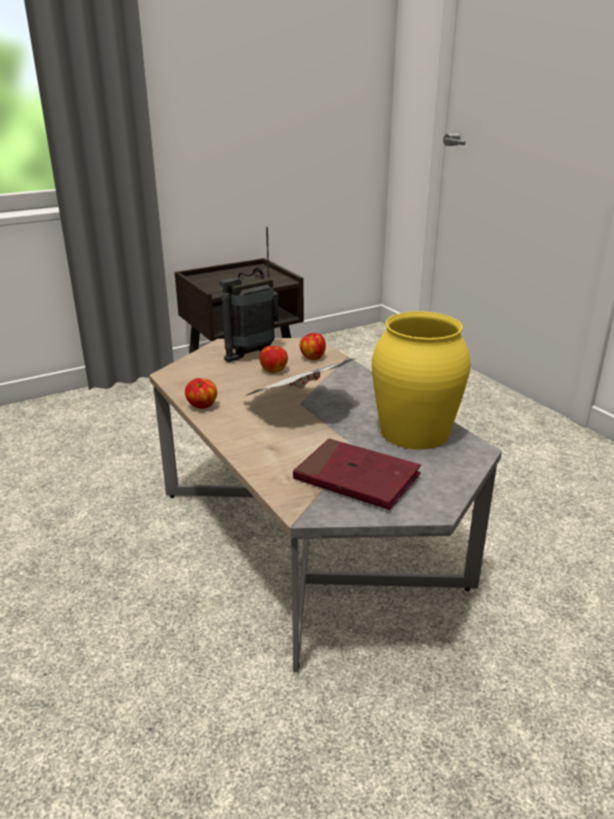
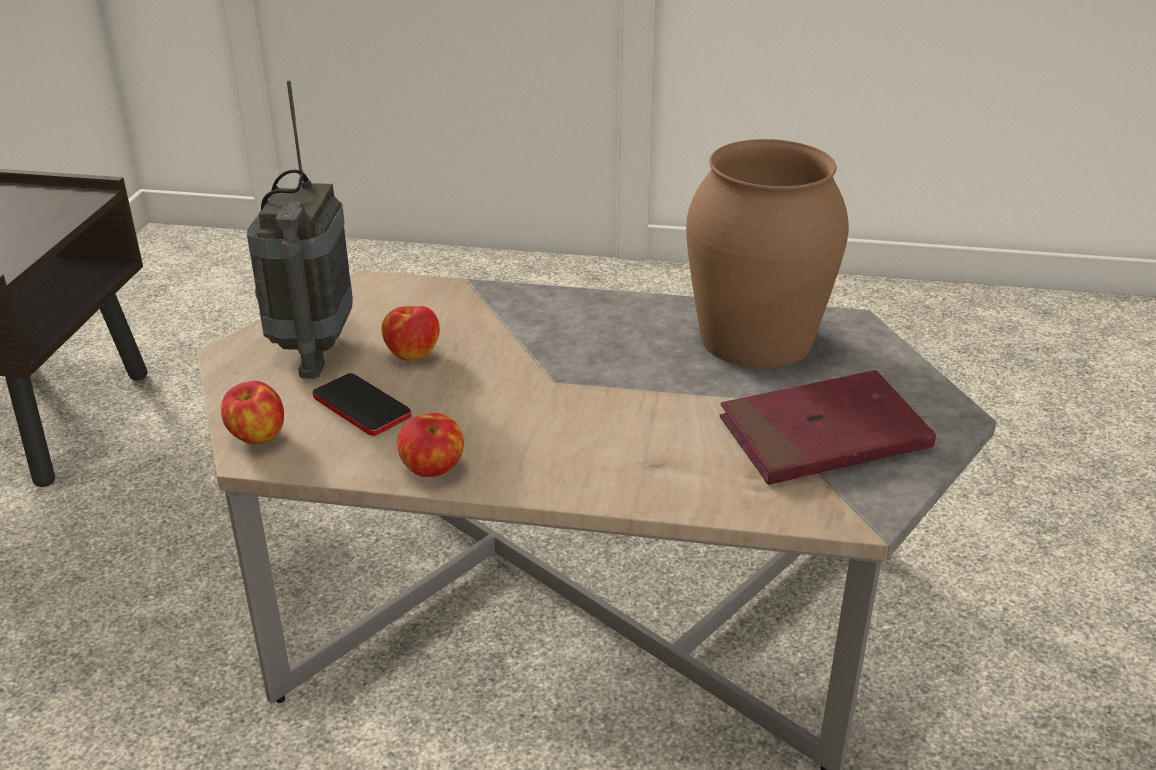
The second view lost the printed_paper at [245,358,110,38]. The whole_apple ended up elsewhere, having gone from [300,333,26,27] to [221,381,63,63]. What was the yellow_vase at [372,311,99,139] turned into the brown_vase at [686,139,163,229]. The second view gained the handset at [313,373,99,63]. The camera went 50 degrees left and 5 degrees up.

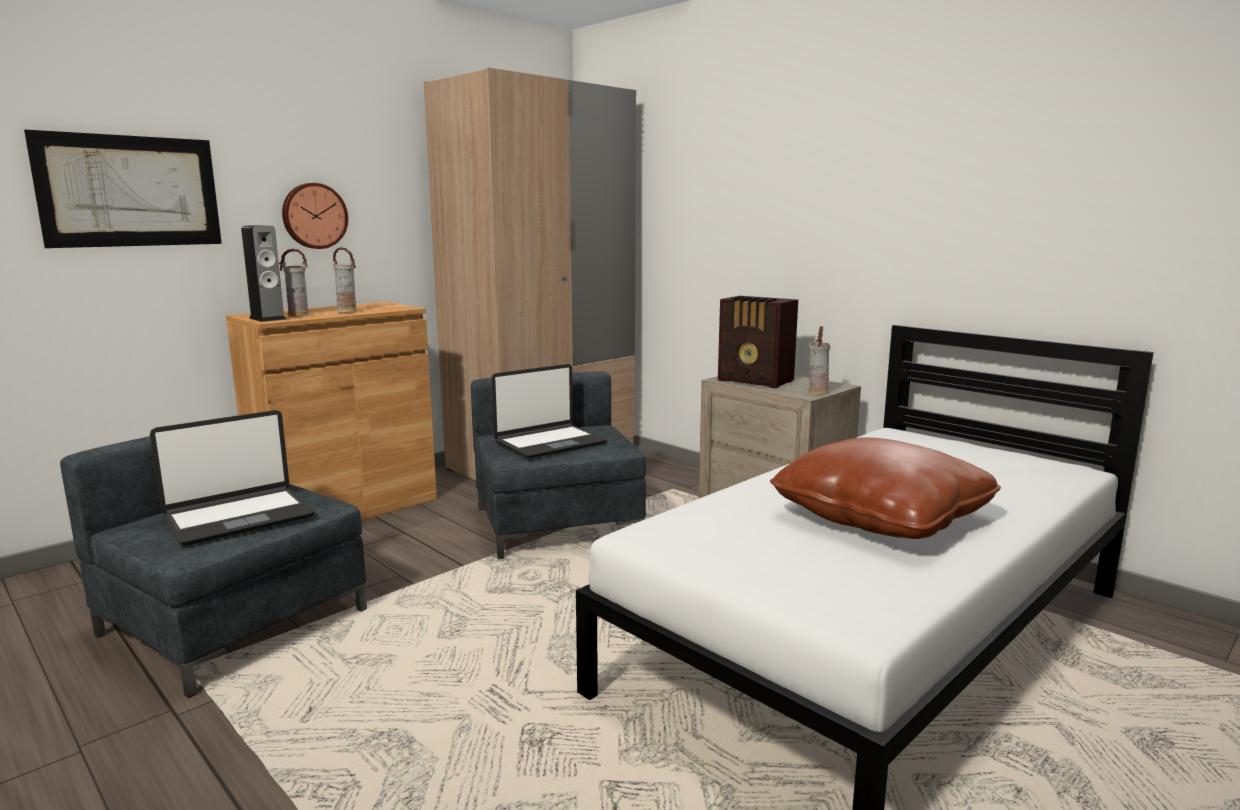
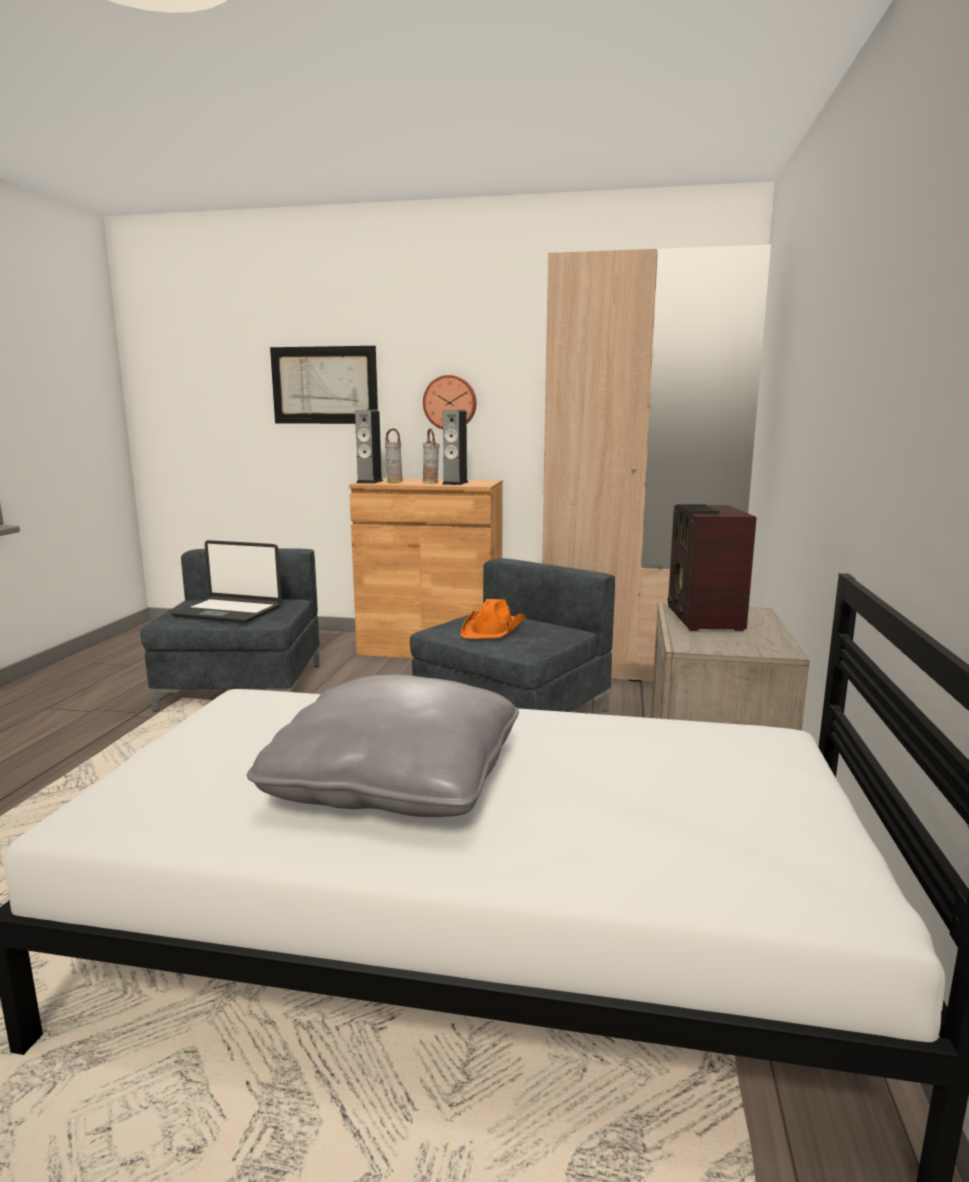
Where the portable_computer stood at [492,364,115,95], the orange_hat came to stand at [460,599,66,40]. What was the brown_throw_pillow at [770,437,231,102] turned into the gray_throw_pillow at [247,675,272,142]. The second view lost the vase at [809,326,21,68]. The second view gained the audio_speaker at [442,410,26,75]. The camera went 55 degrees right and 0 degrees up.

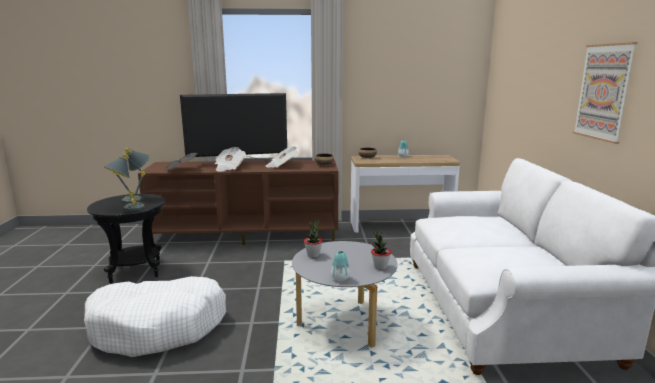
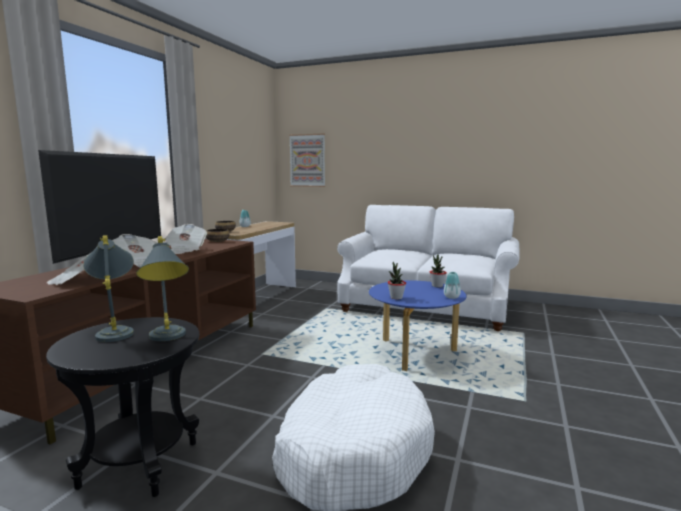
What was the gray_coffee_table at [292,241,106,107] turned into the blue-coloured_coffee_table at [369,280,98,91]. The wall_art ended up elsewhere, having gone from [573,42,65,102] to [289,134,36,53]. The camera went 65 degrees left and 5 degrees down.

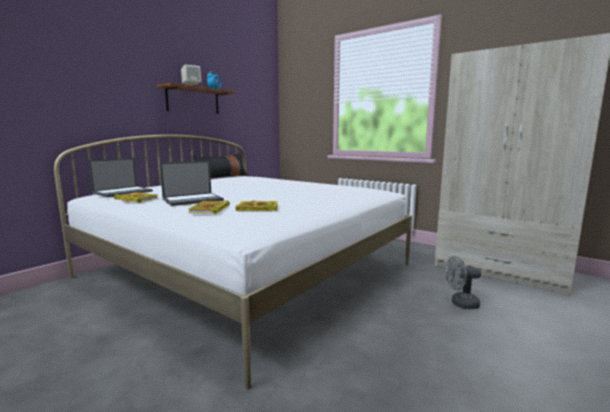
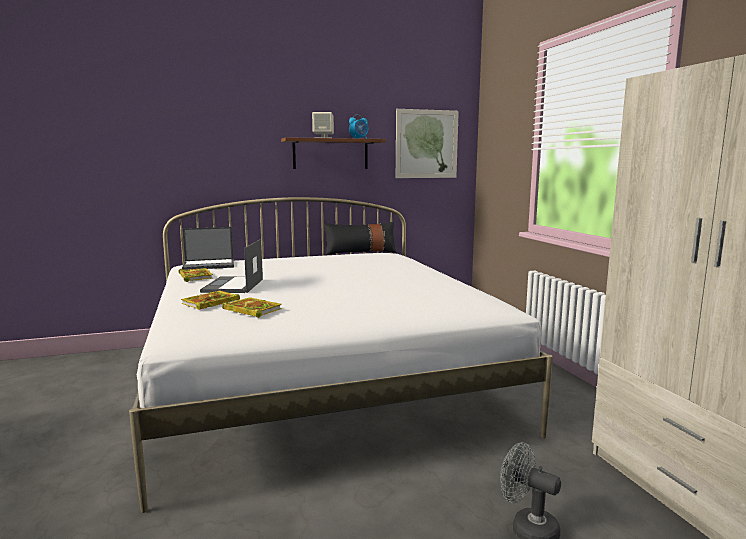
The portable_computer at [160,161,64,45] ended up facing another way, 90 degrees clockwise from before. The second view gained the wall_art at [396,109,63,69]. The camera went 35 degrees right and 0 degrees up.

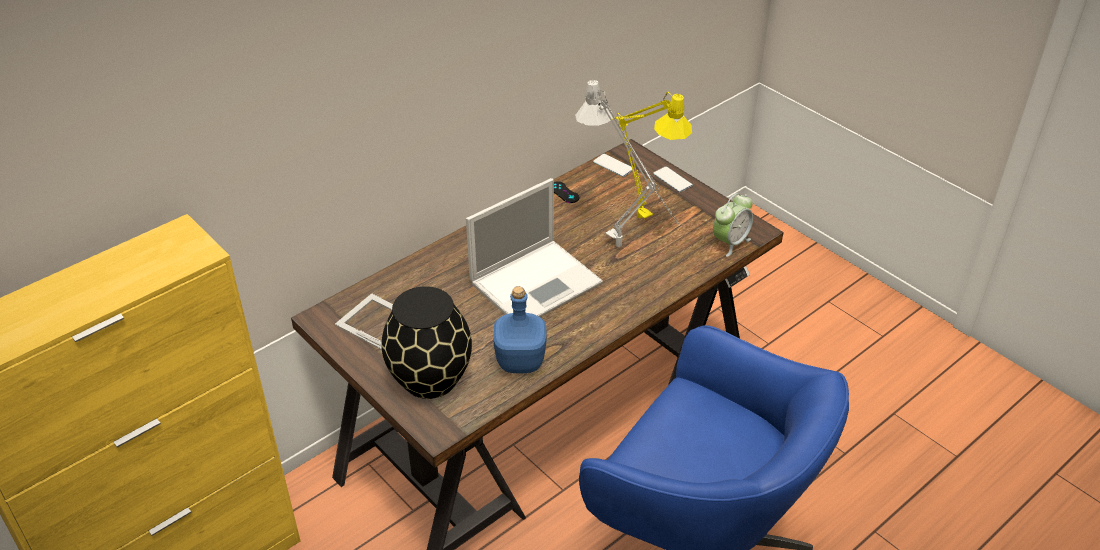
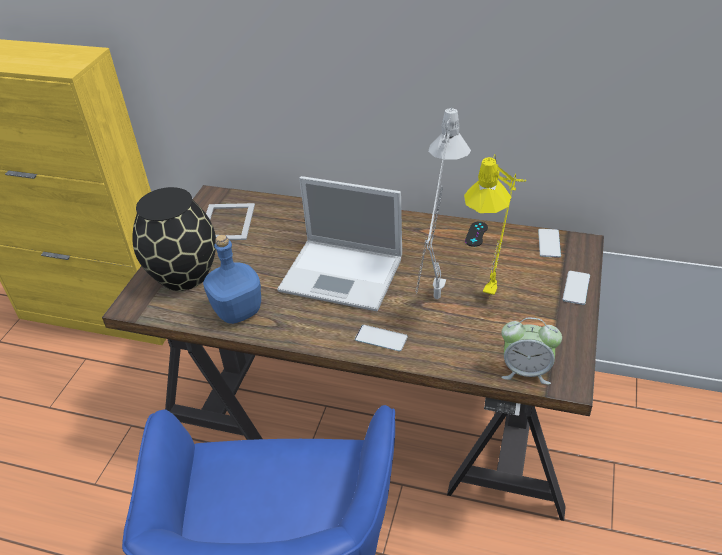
The second view gained the handset at [355,325,53,26]. The camera went 60 degrees right and 0 degrees up.

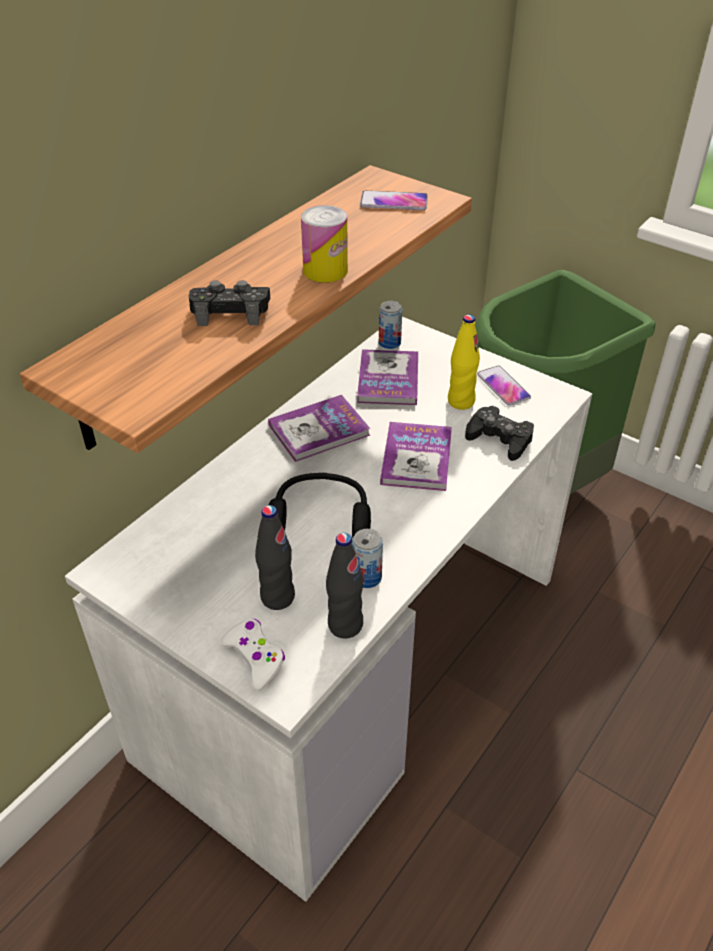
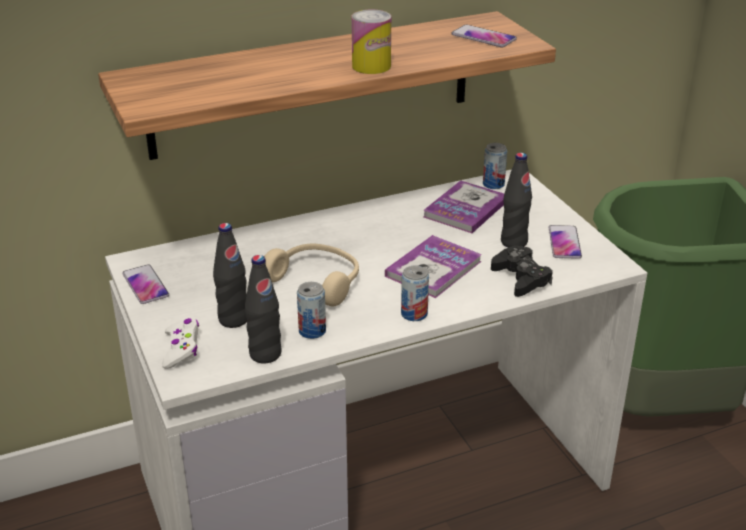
The second view lost the blackish_joypad at [189,280,81,46]. The second view lost the bound_book at [268,395,103,67]. What was the blackish_headset at [268,473,103,65] turned into the beige_headset at [264,244,95,62]. What was the yellow_drink_bottle at [448,314,32,96] turned into the blackish_drink_bottle at [501,153,31,95]. The second view gained the handset at [122,264,47,40]. The second view gained the sealed_can at [401,265,28,56]. The camera went 30 degrees right and 10 degrees down.

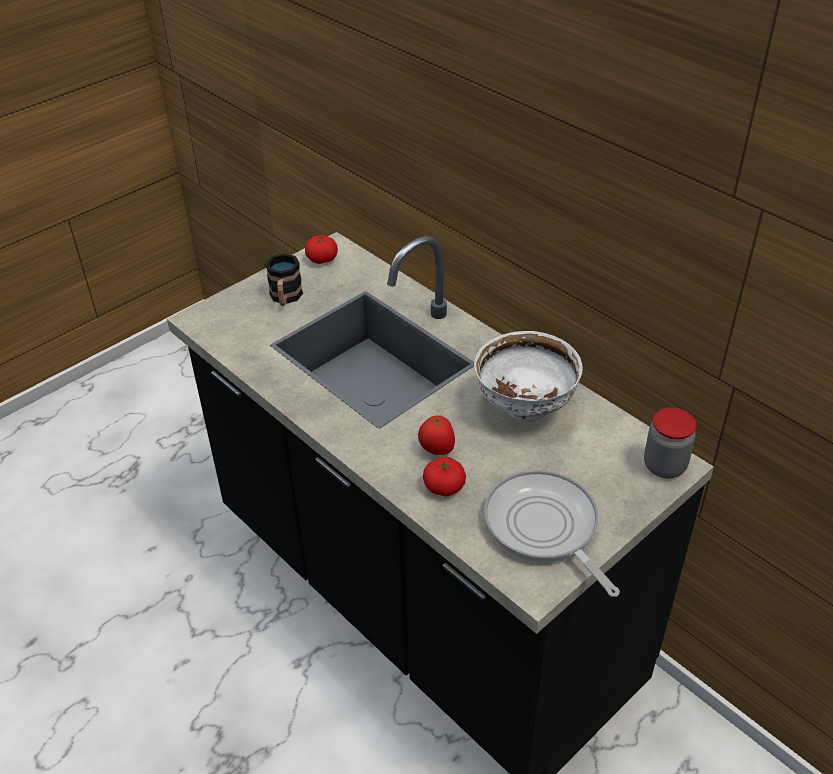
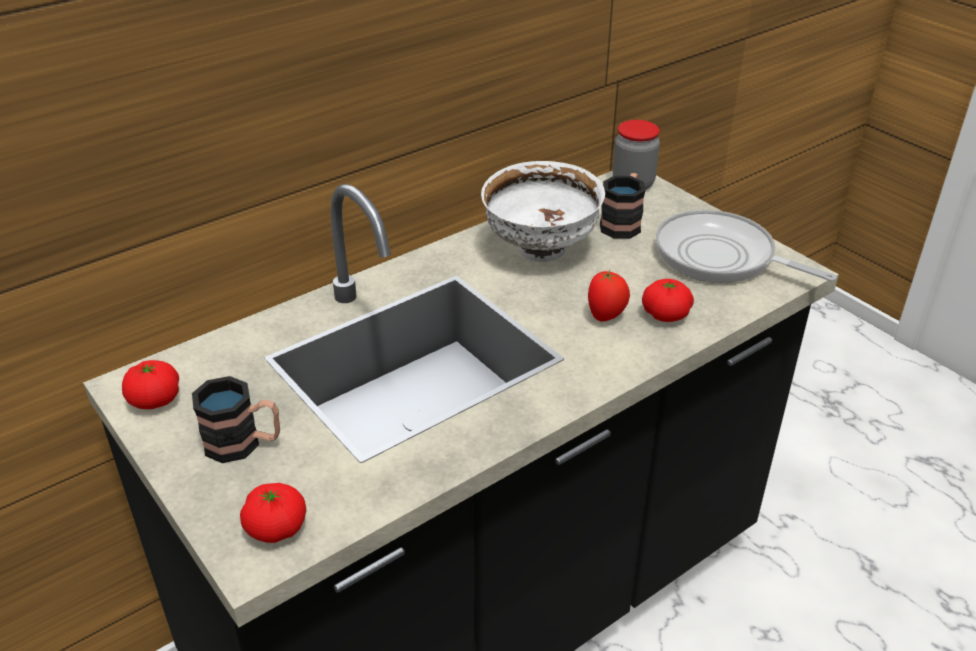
The pan at [484,470,136,127] ended up facing another way, 60 degrees clockwise from before. The second view gained the tomato at [240,483,66,60]. The second view gained the mug at [600,173,46,66]. The camera went 85 degrees left and 5 degrees down.

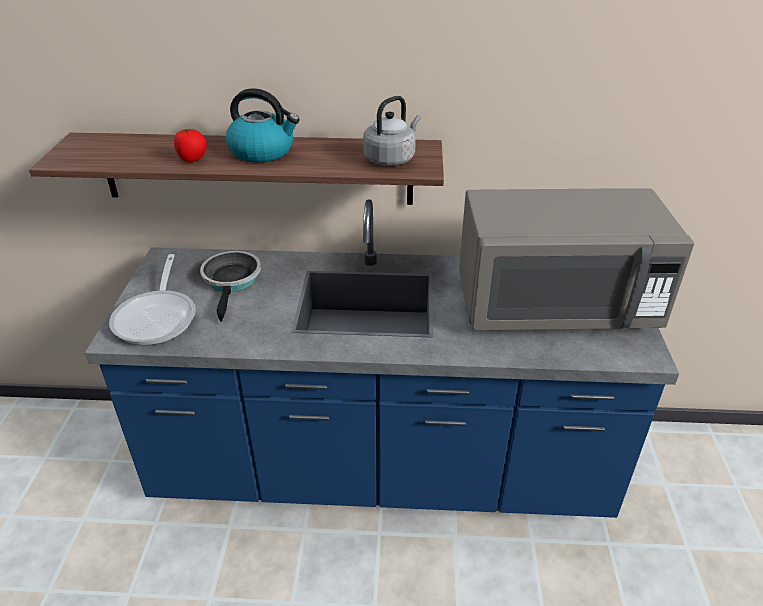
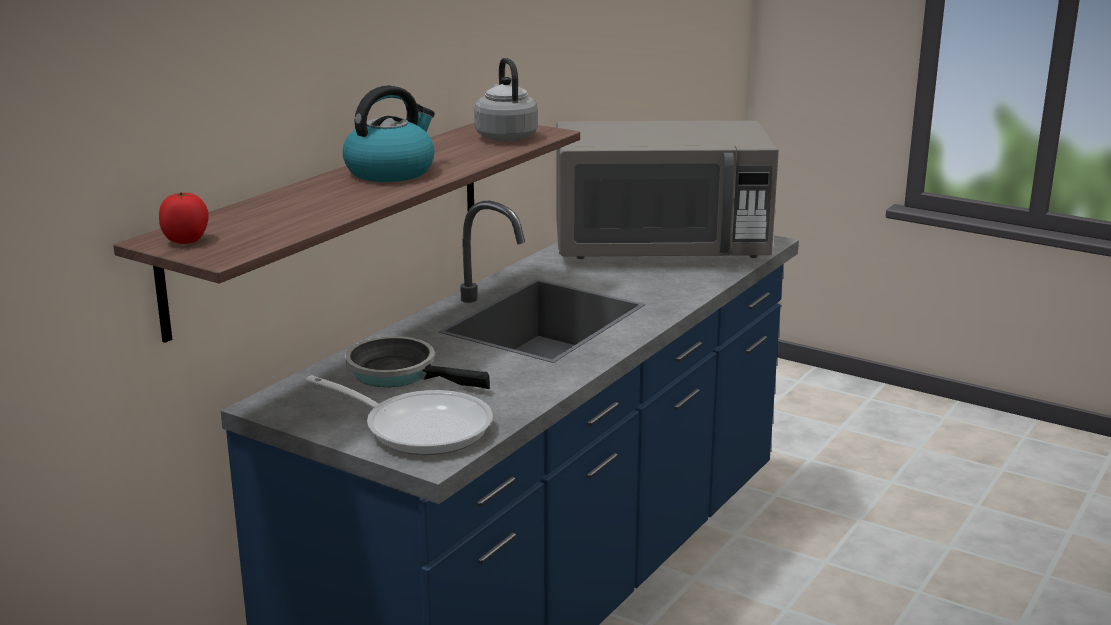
The tomato ended up elsewhere, having gone from [174,128,33,34] to [159,192,50,52]. The gray_microwave at [459,189,236,141] ended up facing another way, 60 degrees clockwise from before. The camera went 60 degrees left and 15 degrees down.

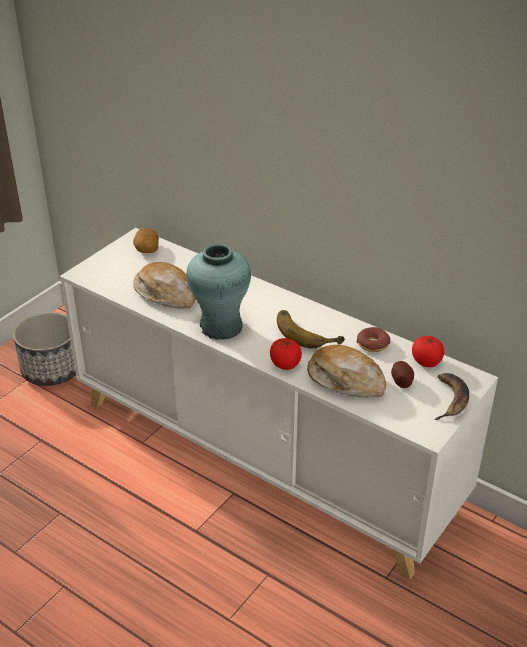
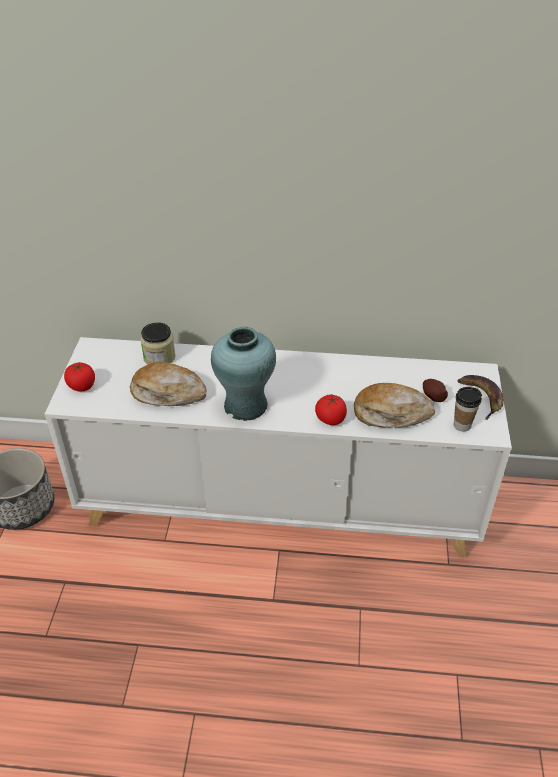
The second view lost the potato at [133,228,26,25]. The second view lost the banana at [277,310,68,38]. The second view lost the donut at [357,327,33,25]. The tomato ended up elsewhere, having gone from [412,336,32,31] to [64,362,31,29]. The second view gained the preserve_jar at [140,322,36,43]. The second view gained the cup at [454,387,28,45]. The camera went 30 degrees left and 5 degrees up.

